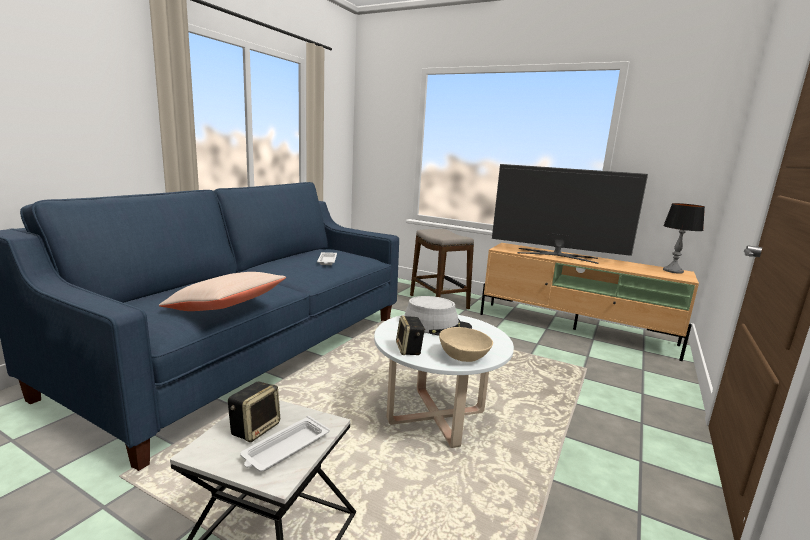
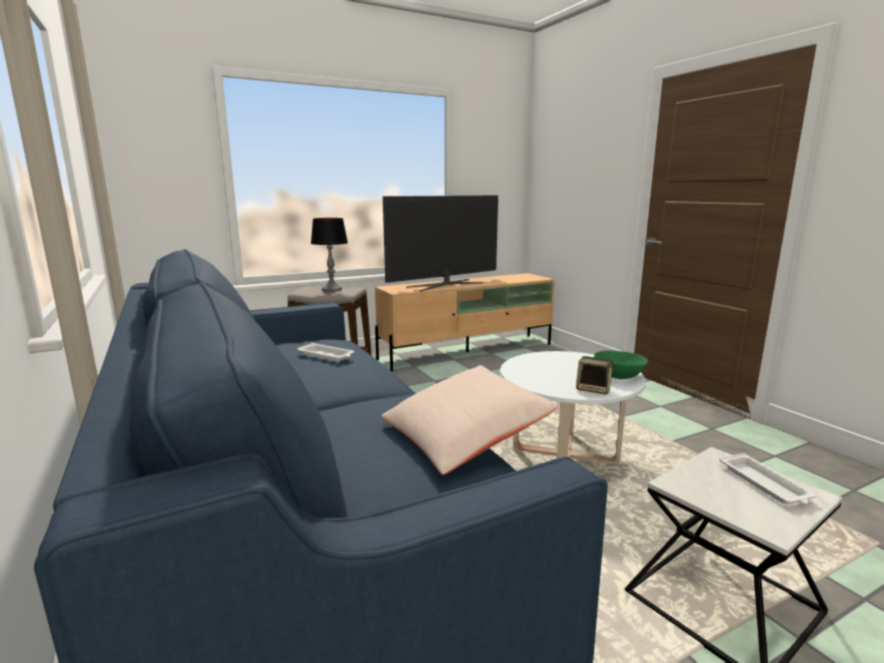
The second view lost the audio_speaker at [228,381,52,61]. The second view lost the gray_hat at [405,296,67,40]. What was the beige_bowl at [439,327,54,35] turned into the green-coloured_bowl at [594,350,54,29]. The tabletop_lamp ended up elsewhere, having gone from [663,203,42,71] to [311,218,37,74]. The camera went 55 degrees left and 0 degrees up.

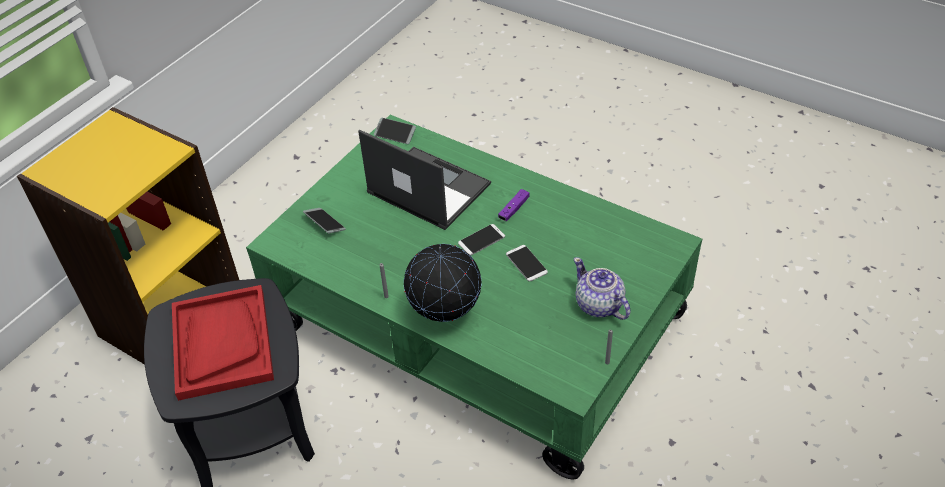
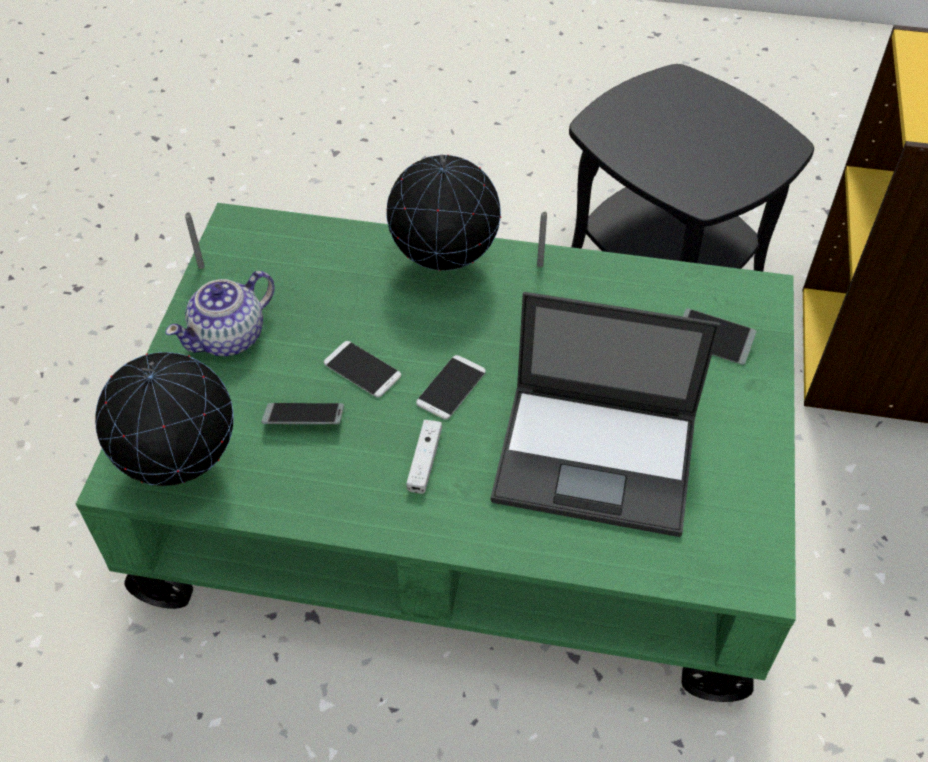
The second view lost the reddish_tray at [172,285,102,116]. The handset ended up elsewhere, having gone from [374,118,42,26] to [261,403,83,21]. What was the purplish_joypad at [498,189,32,32] turned into the white_joypad at [406,420,36,74]. The teapot at [574,257,57,63] ended up facing another way, 105 degrees clockwise from before. The second view gained the desk_globe at [95,352,139,134]. The camera went 155 degrees right and 5 degrees up.

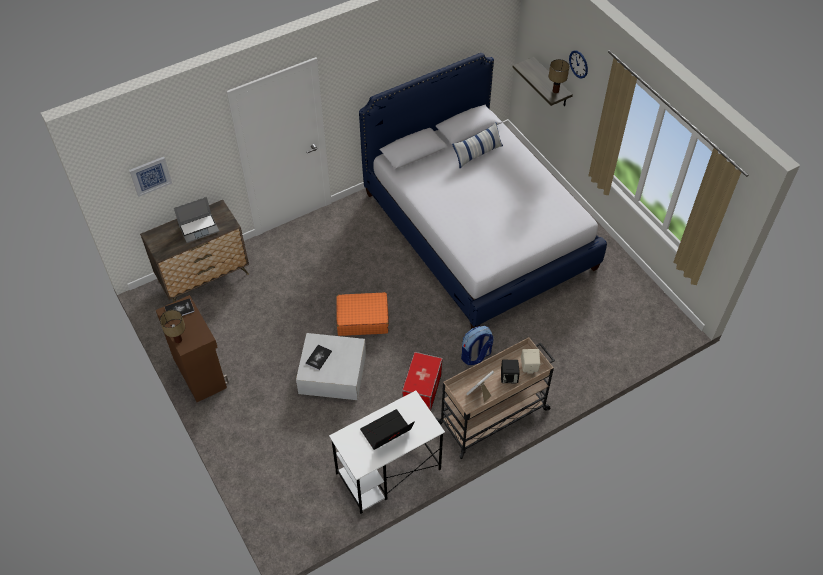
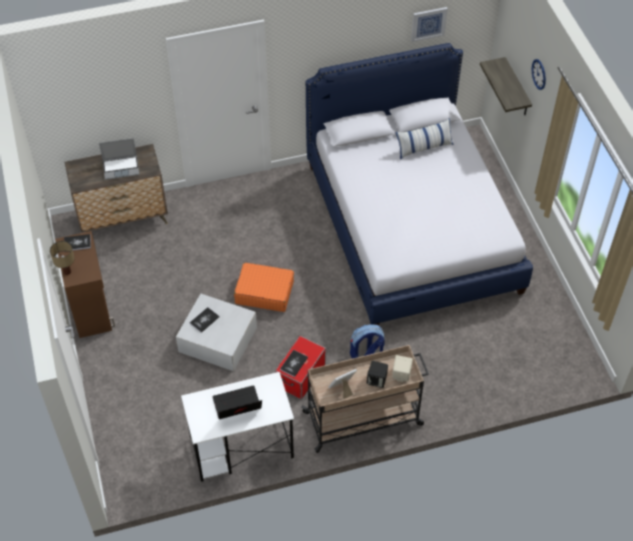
The wall_art ended up elsewhere, having gone from [129,157,43,40] to [411,7,37,35]. The second view lost the tabletop_lamp at [549,59,20,34]. The second view gained the bound_book at [280,350,28,27]. The camera went 15 degrees right and 0 degrees up.

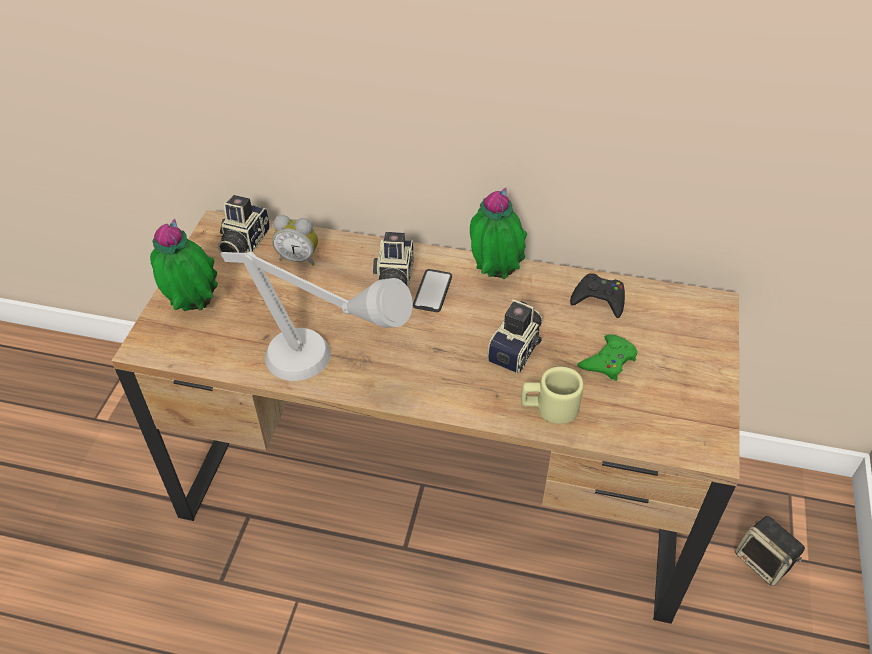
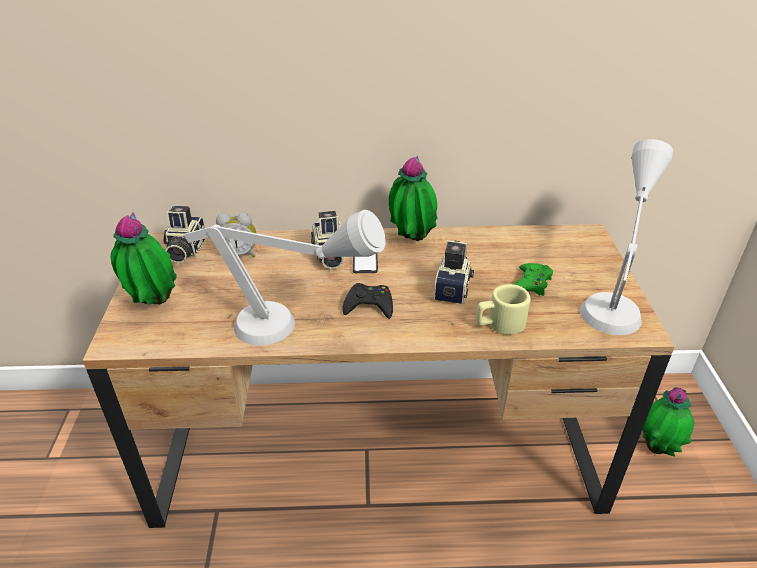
The blackish_joypad ended up elsewhere, having gone from [570,273,55,45] to [342,283,51,36]. Where the audio_speaker stood at [735,516,70,70], the potted_plant came to stand at [642,387,52,69]. The second view gained the gray_tabletop_lamp at [580,139,93,196]. The camera went 15 degrees left and 10 degrees down.

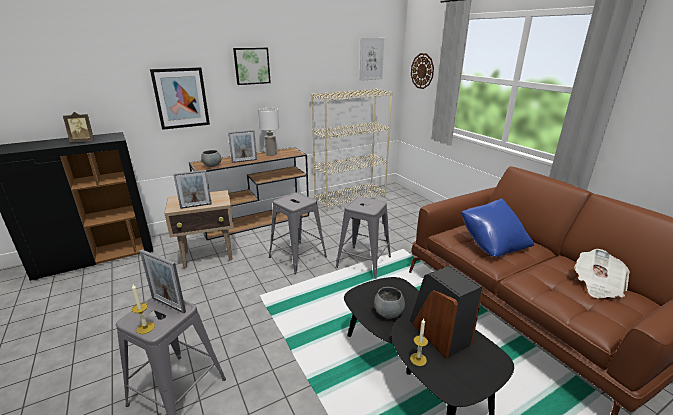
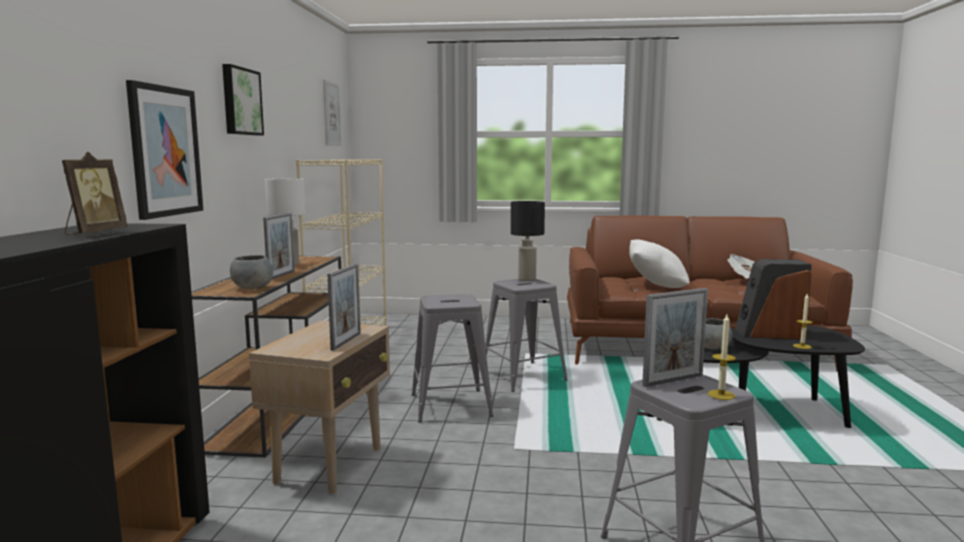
The second view lost the wall_clock at [411,53,23,36]. What was the blue-coloured_throw_pillow at [461,198,73,59] turned into the white_throw_pillow at [629,239,60,49]. The second view gained the blackish_tabletop_lamp at [511,201,34,80]. The camera went 55 degrees left and 15 degrees down.

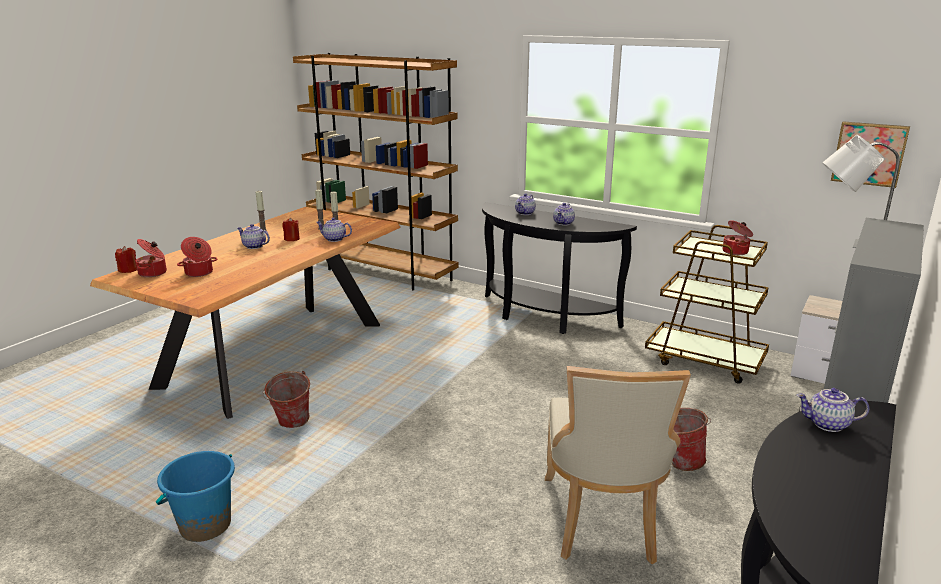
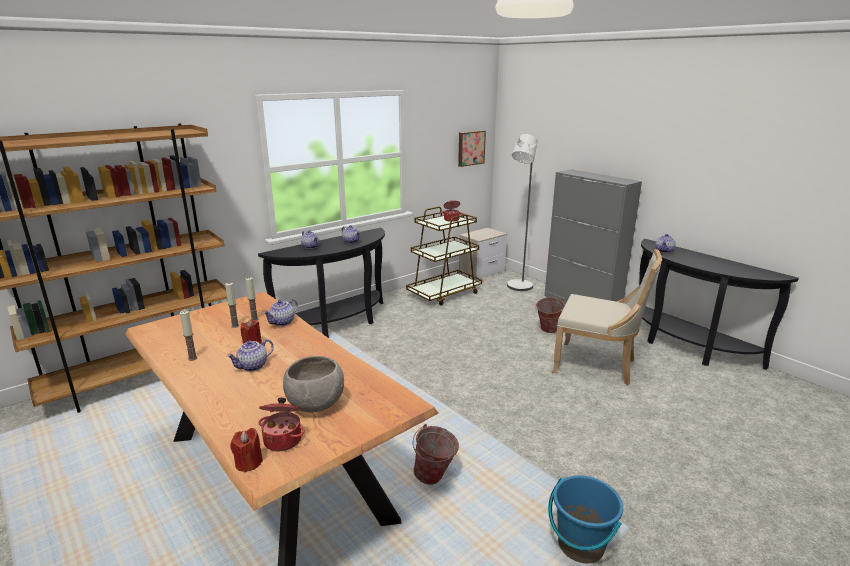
Where the saucepot stood at [177,237,40,40], the gray_bowl came to stand at [283,356,61,56]. The camera went 70 degrees left and 0 degrees up.

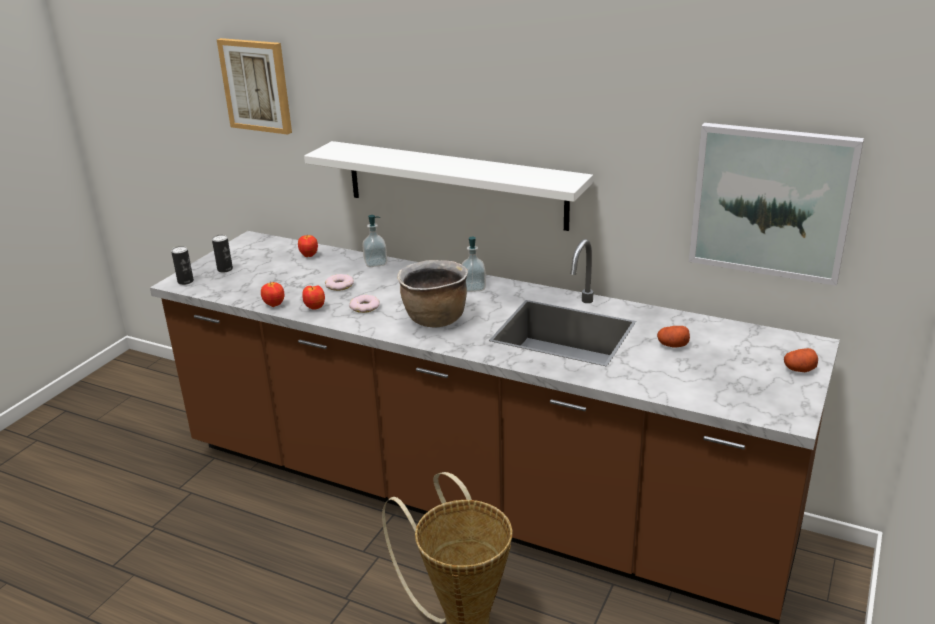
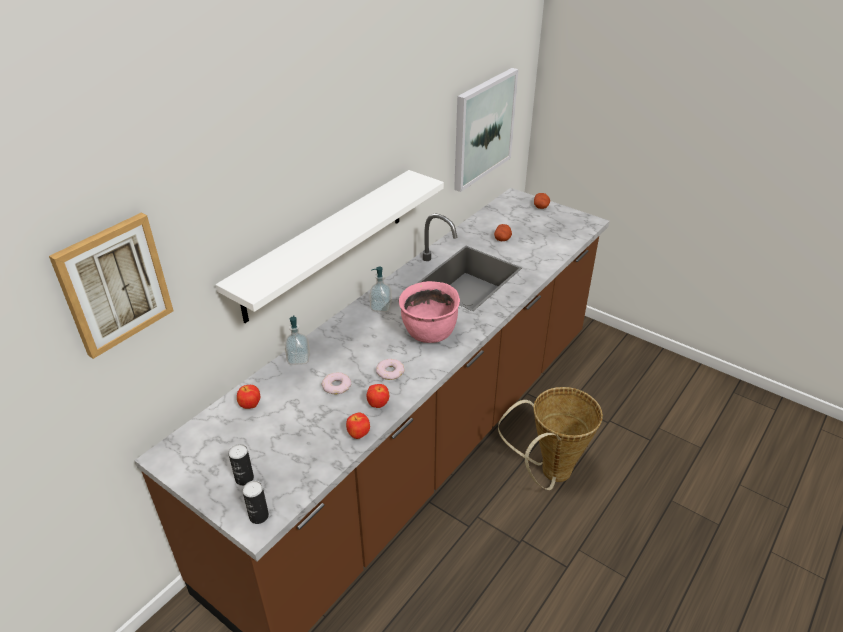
What was the brown_saucepot at [397,260,71,67] turned into the pink-coloured_saucepot at [399,281,61,62]. The camera went 80 degrees left and 10 degrees up.

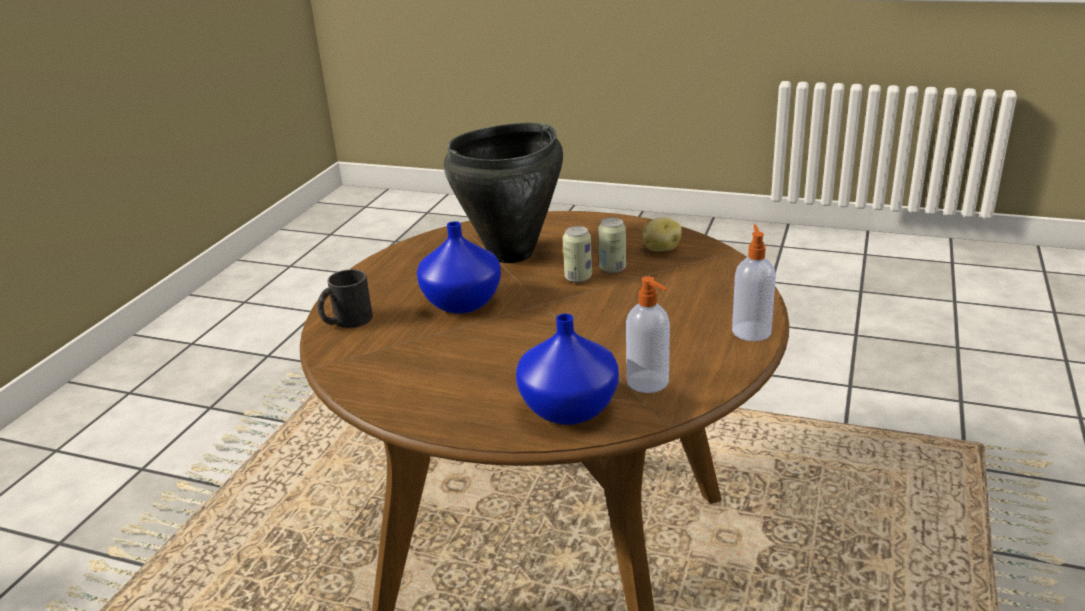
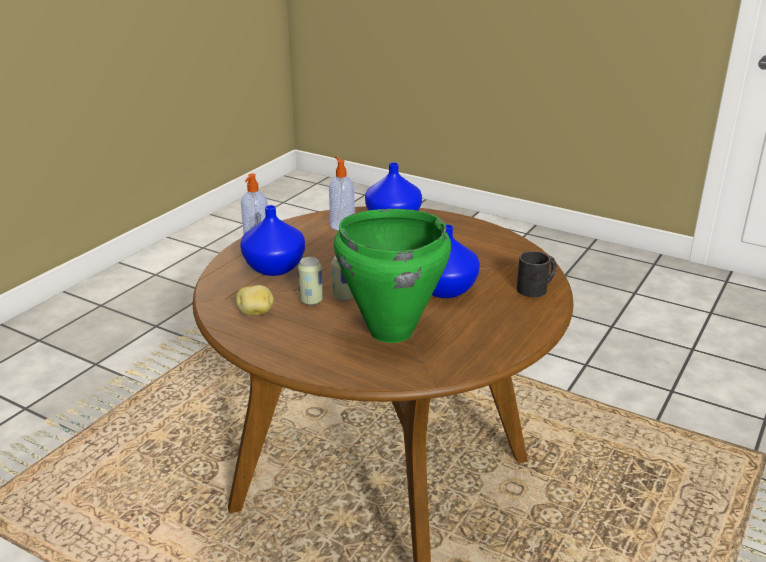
What was the blackish_saucepot at [444,123,119,140] turned into the green-coloured_saucepot at [334,209,117,134]. The second view gained the blue-coloured_vase at [240,205,65,71]. The camera went 170 degrees left and 0 degrees up.

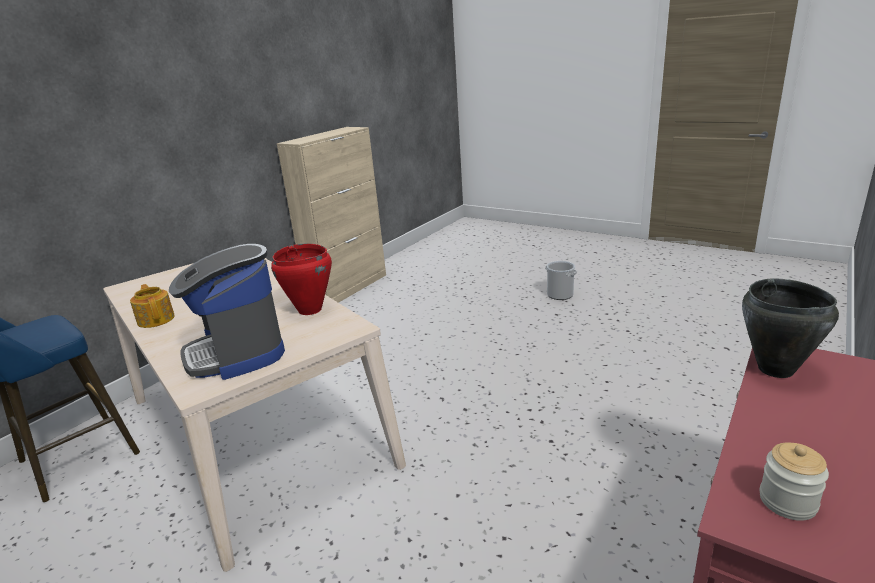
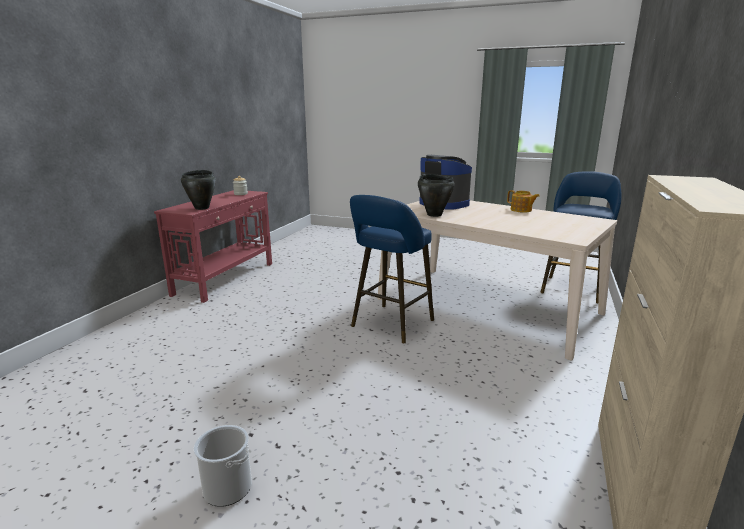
What was the reddish_saucepot at [271,244,61,71] turned into the blackish_saucepot at [418,174,37,43]. The second view gained the blue-coloured_stool_seat at [350,195,84,148]. The camera went 165 degrees right and 5 degrees down.

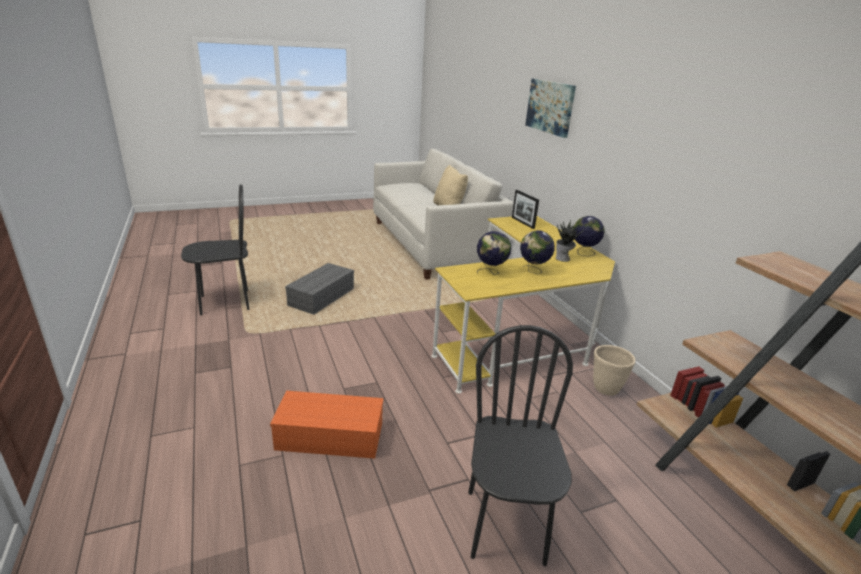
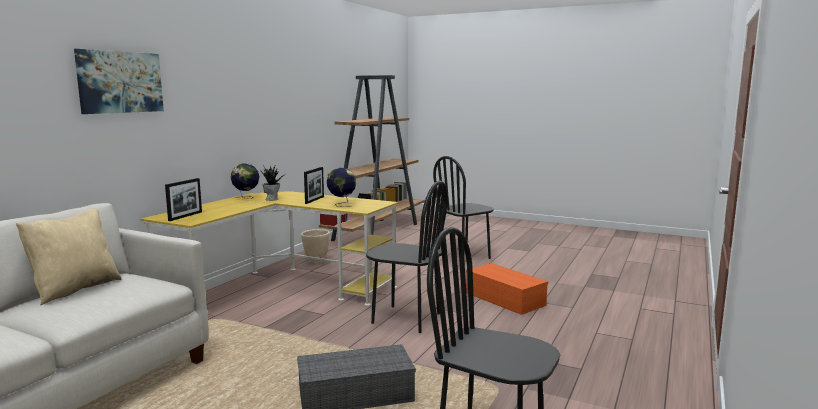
Where the desk_globe stood at [520,230,35,44], the photo_frame came to stand at [304,167,20,37]. The second view gained the blackish_chair at [366,181,82,152]. The camera went 130 degrees left and 15 degrees down.

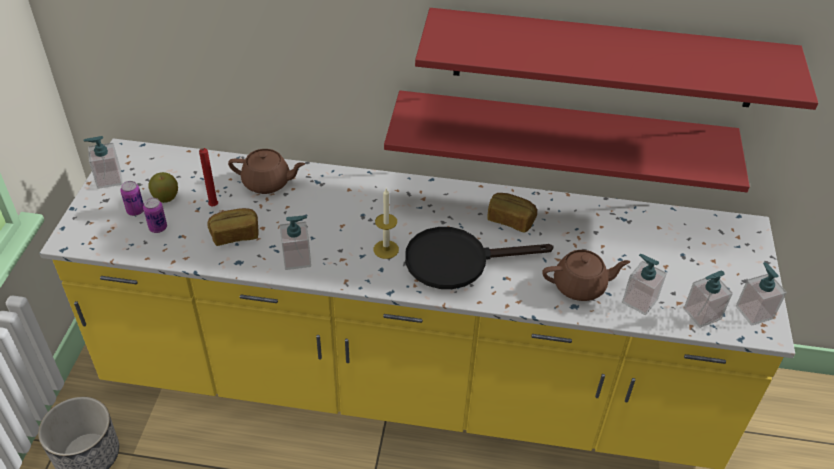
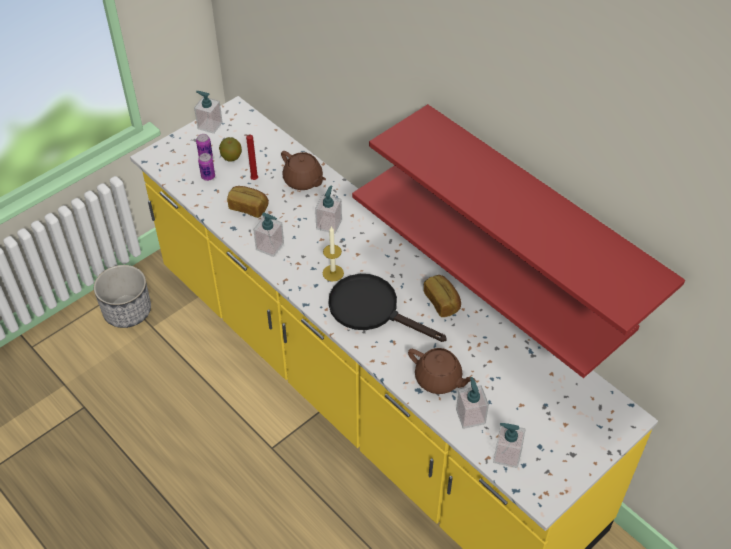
The soap_bottle ended up elsewhere, having gone from [736,262,51,64] to [315,186,27,48]. The camera went 40 degrees right and 5 degrees up.

